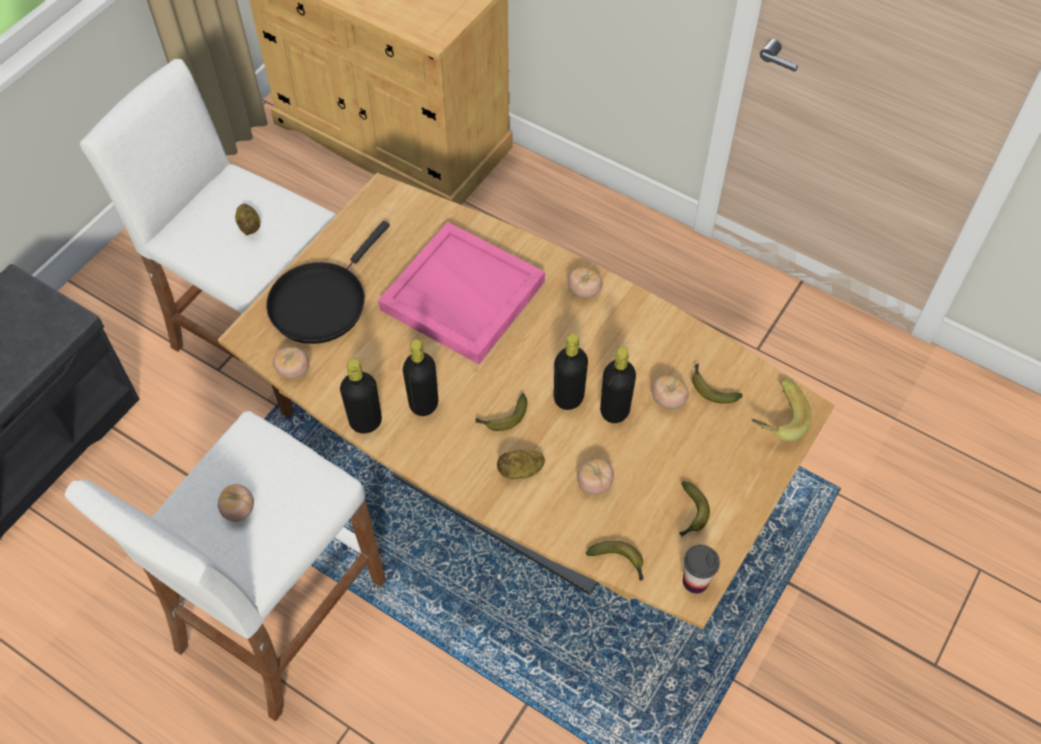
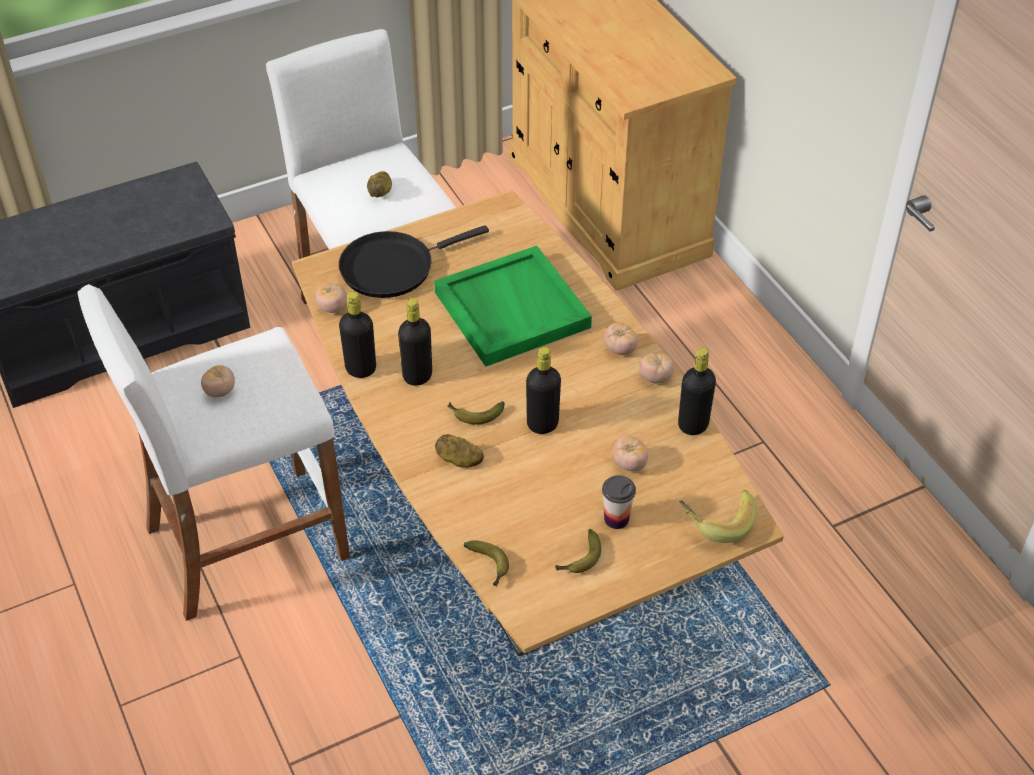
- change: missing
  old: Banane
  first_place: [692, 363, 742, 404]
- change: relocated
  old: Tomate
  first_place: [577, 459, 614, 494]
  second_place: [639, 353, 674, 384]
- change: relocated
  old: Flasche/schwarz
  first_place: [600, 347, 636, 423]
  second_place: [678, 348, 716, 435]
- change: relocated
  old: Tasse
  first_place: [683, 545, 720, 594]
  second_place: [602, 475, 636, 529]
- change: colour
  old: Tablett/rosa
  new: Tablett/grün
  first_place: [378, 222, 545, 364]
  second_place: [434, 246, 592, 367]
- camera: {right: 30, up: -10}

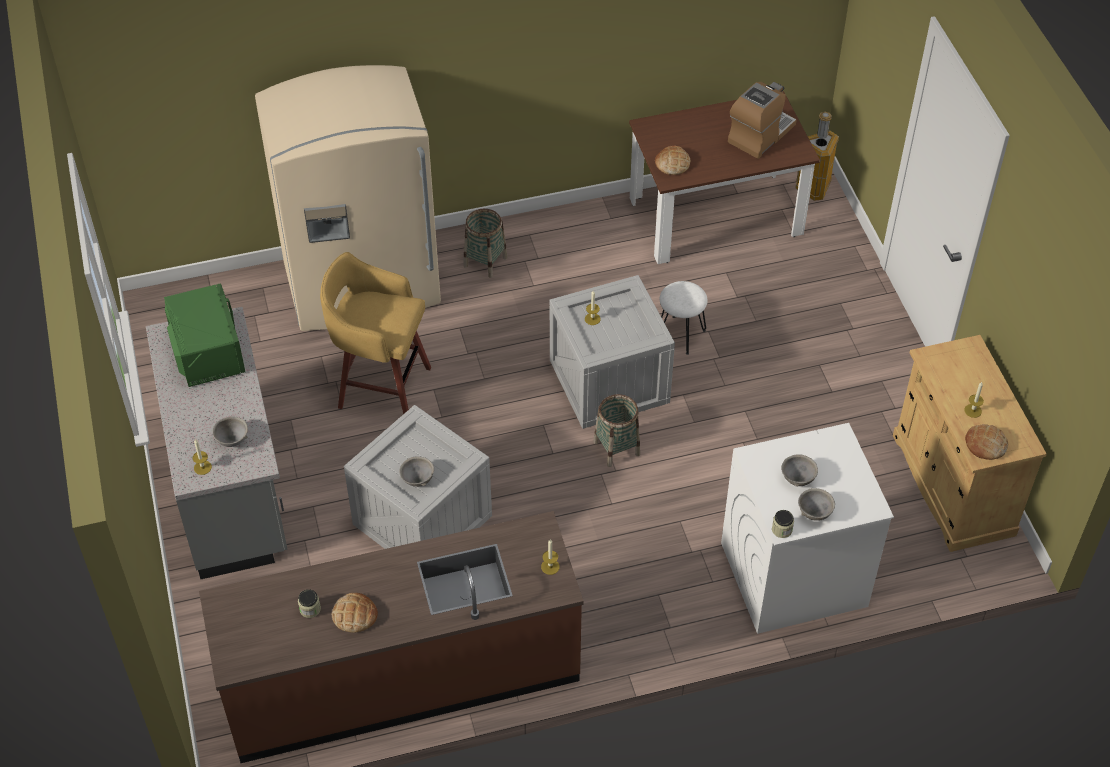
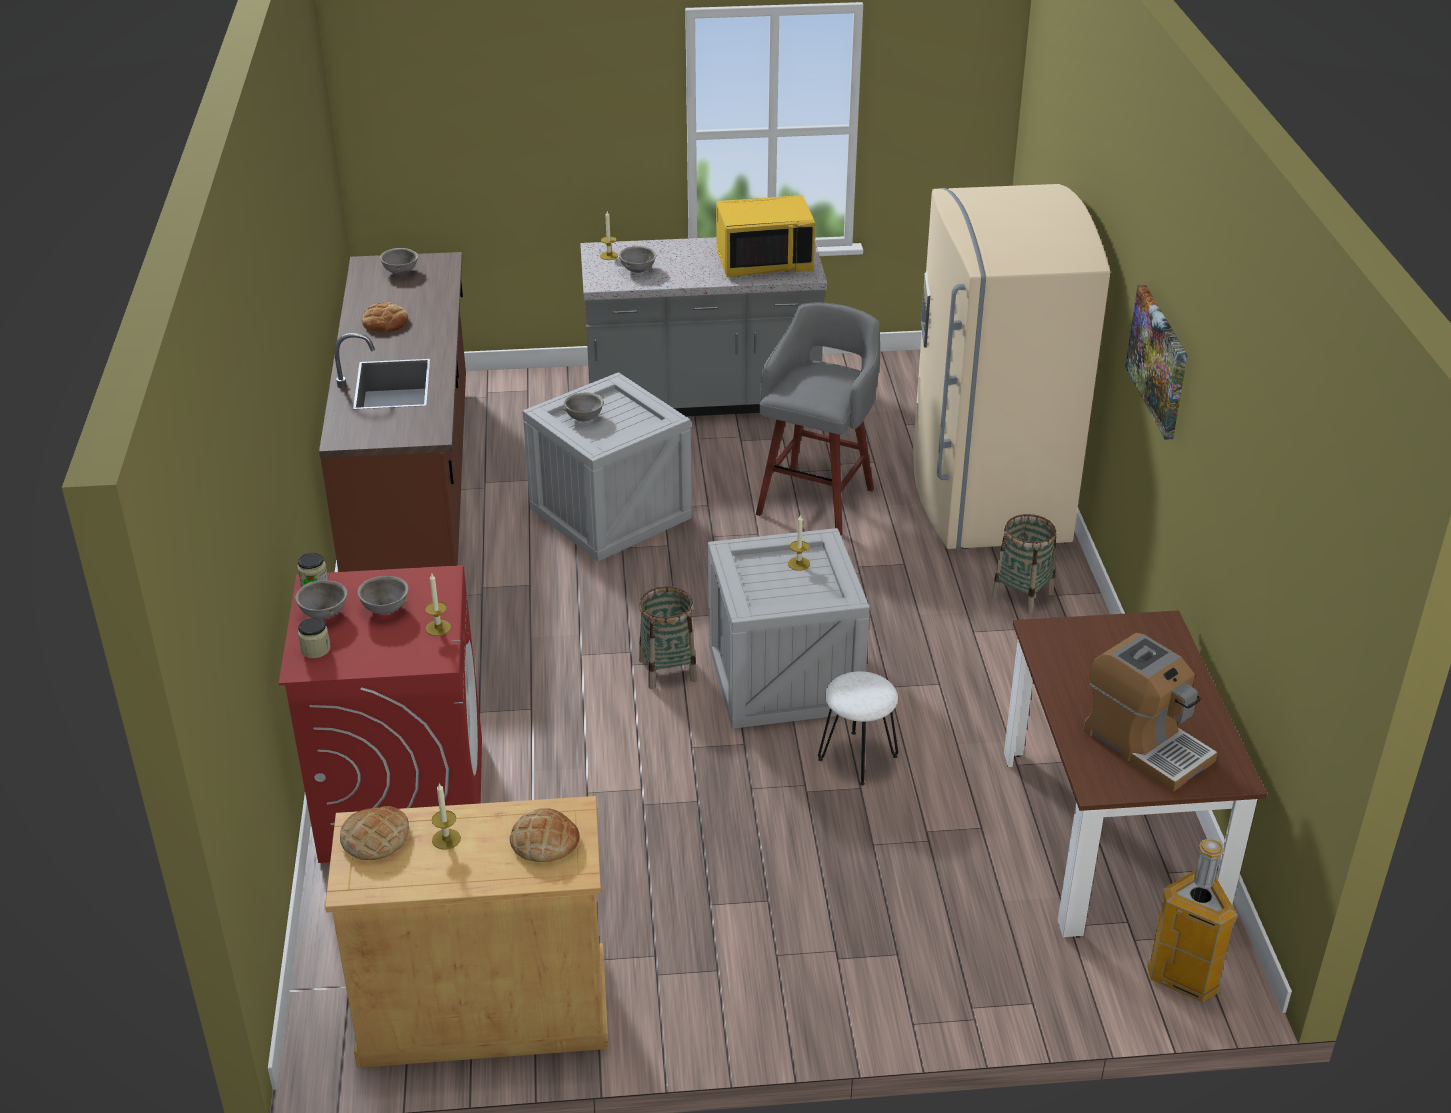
- change: appeared
  new: Schüssel/grau
  second_place: [380, 248, 418, 275]
- change: appeared
  new: Bild
  second_place: [1125, 285, 1187, 440]
- change: relocated
  old: Vorratsglas
  first_place: [298, 589, 321, 618]
  second_place: [298, 618, 331, 658]
- change: relocated
  old: Kerze
  first_place: [541, 539, 560, 575]
  second_place: [425, 574, 451, 636]
- change: relocated
  old: Brot
  first_place: [655, 145, 690, 175]
  second_place: [510, 808, 580, 862]
- change: colour
  old: Mikrowelle/grün
  new: Mikrowelle/gelb
  first_place: [164, 283, 245, 387]
  second_place: [716, 195, 815, 277]
- change: colour
  old: Hocker/gelb
  new: Hocker/grau
  first_place: [320, 252, 431, 414]
  second_place: [756, 303, 880, 536]
- change: colour
  old: Waschmaschine/weiß
  new: Waschmaschine/rot
  first_place: [721, 423, 894, 634]
  second_place: [279, 565, 482, 863]
- camera: {right: 100, up: -15}

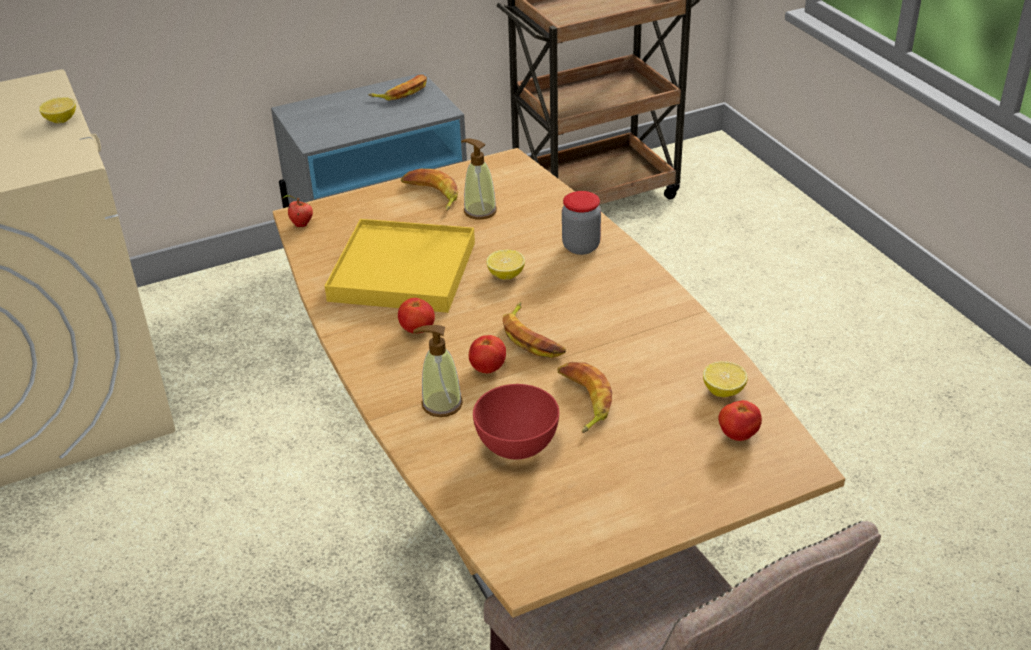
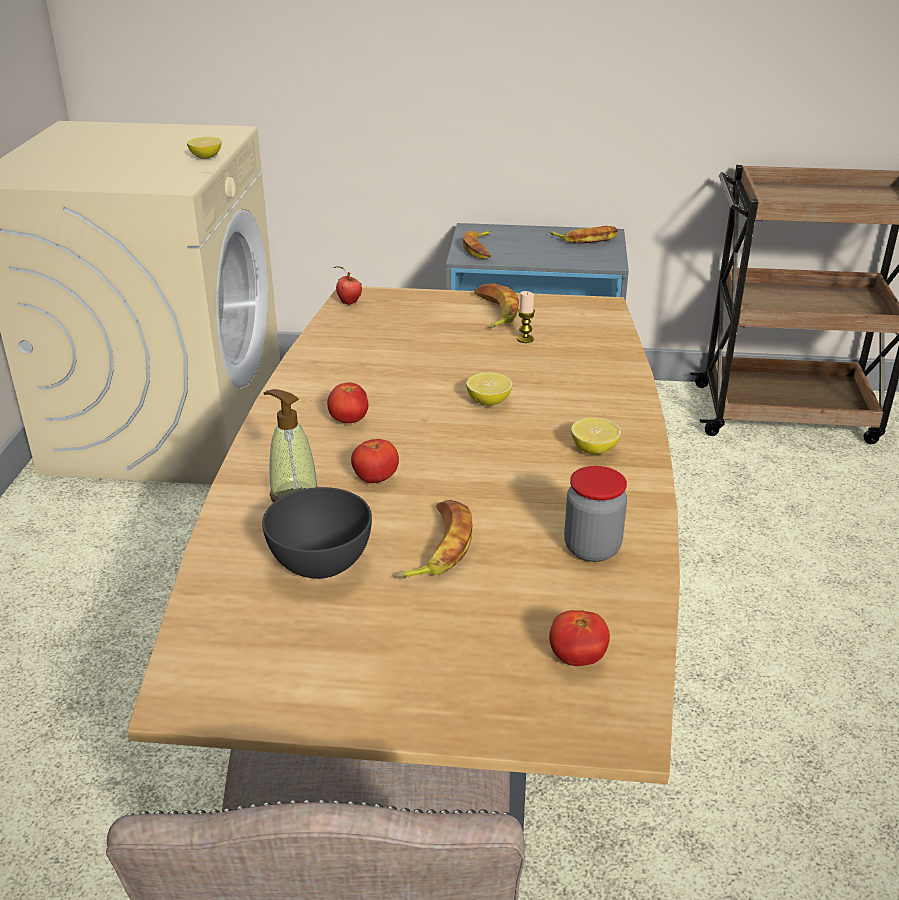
- change: missing
  old: Tablett/gelb
  first_place: [325, 219, 475, 313]
- change: relocated
  old: Banane
  first_place: [503, 302, 566, 358]
  second_place: [463, 231, 492, 259]
- change: relocated
  old: Vorratsglas
  first_place: [562, 191, 601, 255]
  second_place: [564, 466, 627, 562]
- change: relocated
  old: Zitrone
  first_place: [703, 361, 748, 397]
  second_place: [571, 417, 621, 455]
- change: exchanged
  old: Seifenspender
  new: Kerze
  first_place: [461, 138, 497, 219]
  second_place: [517, 291, 535, 343]
- change: colour
  old: Schüssel/rot
  new: Schüssel/grau
  first_place: [473, 384, 559, 459]
  second_place: [262, 487, 372, 579]
- camera: {right: 30, up: -5}

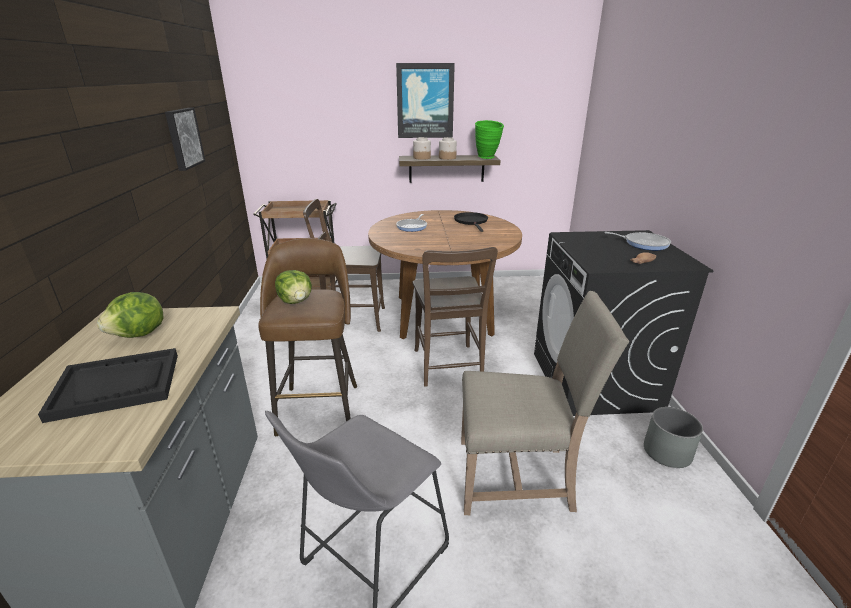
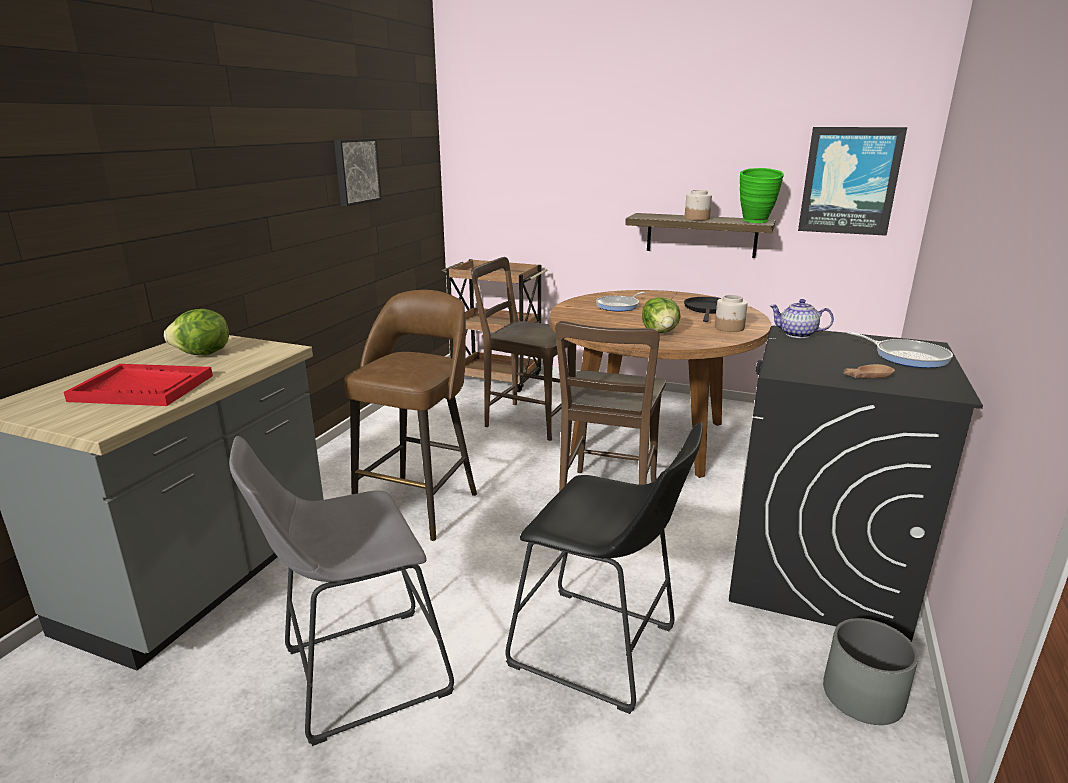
- change: appeared
  new: Teekanne
  second_place: [769, 299, 834, 338]
- change: relocated
  old: Salatkopf
  first_place: [275, 270, 312, 304]
  second_place: [642, 297, 681, 333]
- change: relocated
  old: Bild
  first_place: [396, 63, 455, 138]
  second_place: [798, 127, 907, 236]
- change: relocated
  old: Vorratsglas
  first_place: [413, 137, 431, 160]
  second_place: [715, 295, 748, 332]
- change: exchanged
  old: Stuhl/beige
  new: Hocker/schwarz
  first_place: [461, 291, 629, 515]
  second_place: [505, 422, 703, 714]
- change: colour
  old: Tablett/schwarz
  new: Tablett/rot
  first_place: [38, 348, 178, 423]
  second_place: [64, 364, 213, 406]
- camera: {right: 25, up: -5}

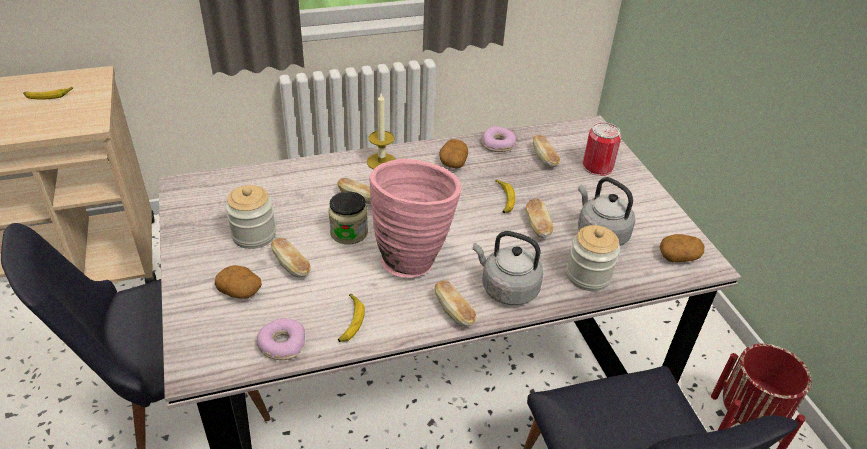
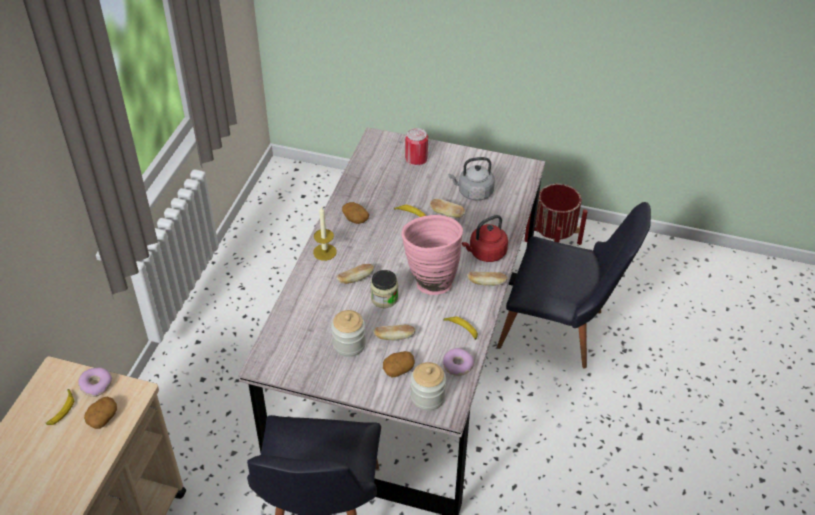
- change: missing
  old: Brot
  first_place: [533, 135, 560, 167]
- change: relocated
  old: Donut
  first_place: [482, 126, 516, 152]
  second_place: [78, 368, 112, 397]
- change: relocated
  old: Vorratsglas
  first_place: [566, 225, 620, 291]
  second_place: [411, 362, 446, 411]
- change: relocated
  old: Kartoffel
  first_place: [660, 234, 704, 262]
  second_place: [84, 397, 117, 429]
- change: colour
  old: Wasserkessel/grau
  new: Wasserkessel/rot
  first_place: [473, 231, 543, 305]
  second_place: [462, 215, 508, 262]
- camera: {right: -55, up: 5}

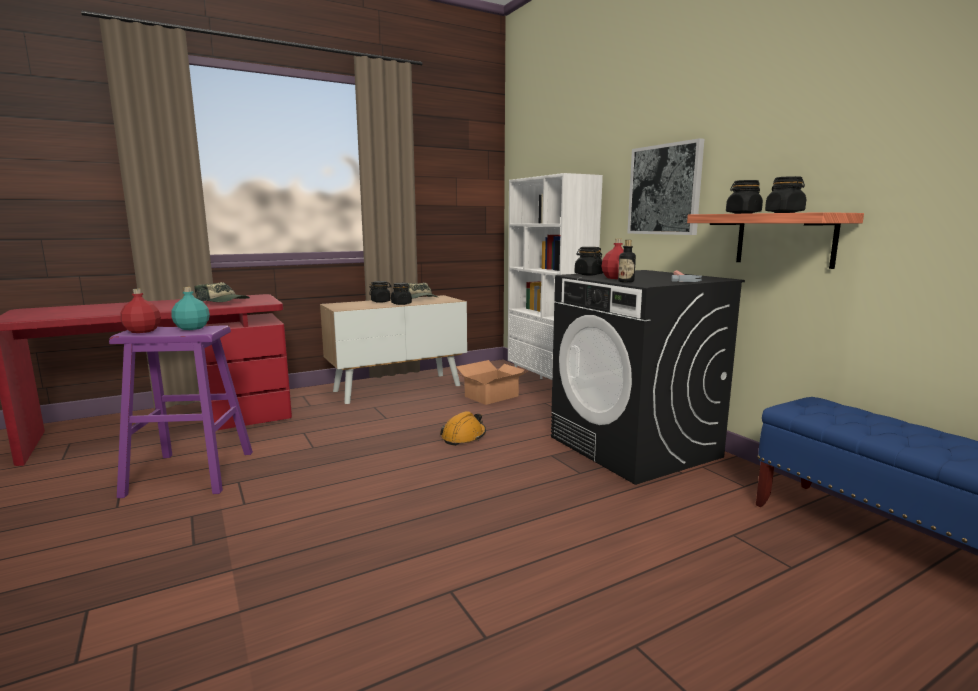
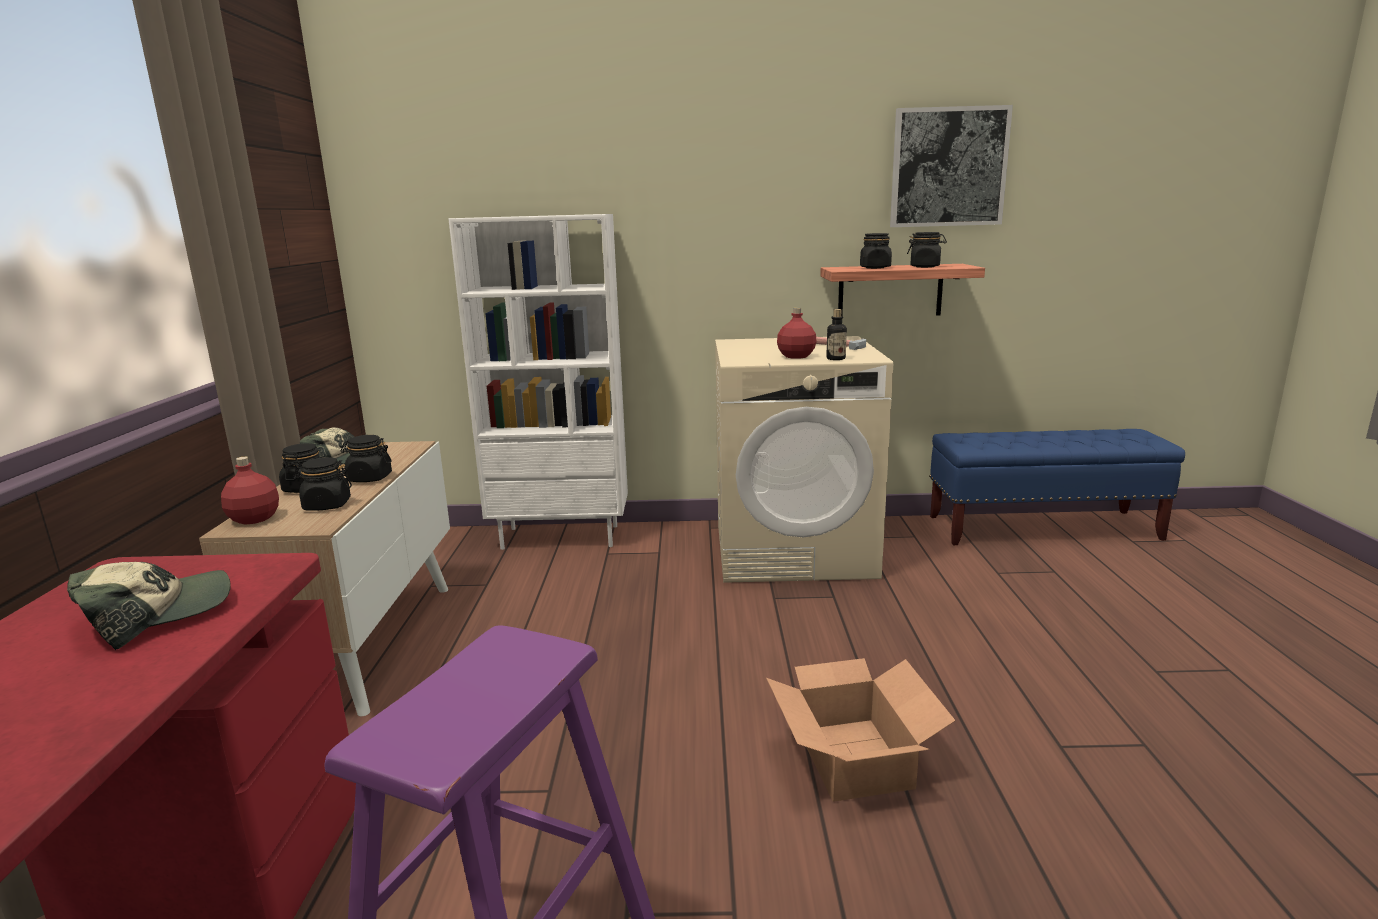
- change: missing
  old: Flasche/türkis
  first_place: [172, 287, 210, 330]
- change: missing
  old: Schutzhelm/orange
  first_place: [440, 411, 486, 446]
- change: relocated
  old: Flasche/rot
  first_place: [120, 289, 161, 333]
  second_place: [221, 457, 279, 525]
- change: relocated
  old: Karton
  first_place: [457, 360, 528, 405]
  second_place: [766, 658, 956, 802]
- change: relocated
  old: Vorratsglas/schwarz
  first_place: [574, 247, 603, 275]
  second_place: [293, 457, 352, 511]
- change: relocated
  old: Bild
  first_place: [627, 138, 704, 235]
  second_place: [890, 105, 1013, 227]
- change: colour
  old: Waschmaschine/schwarz
  new: Waschmaschine/beige
  first_place: [551, 270, 745, 485]
  second_place: [715, 336, 893, 583]
- camera: {right: -60, up: 5}

